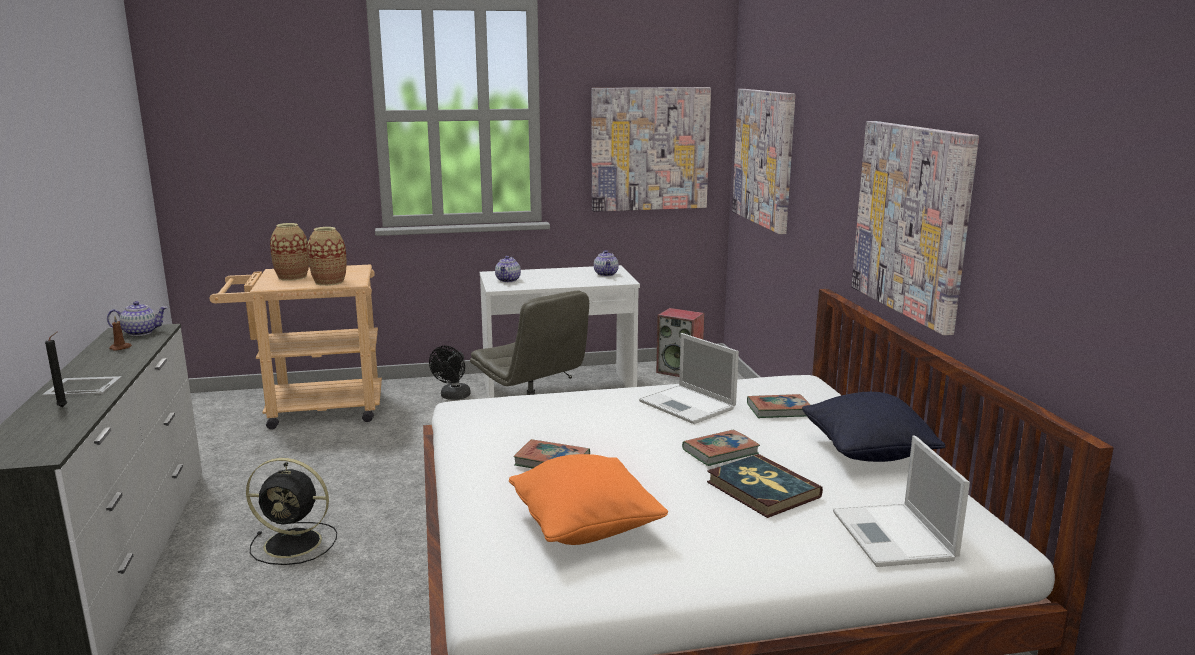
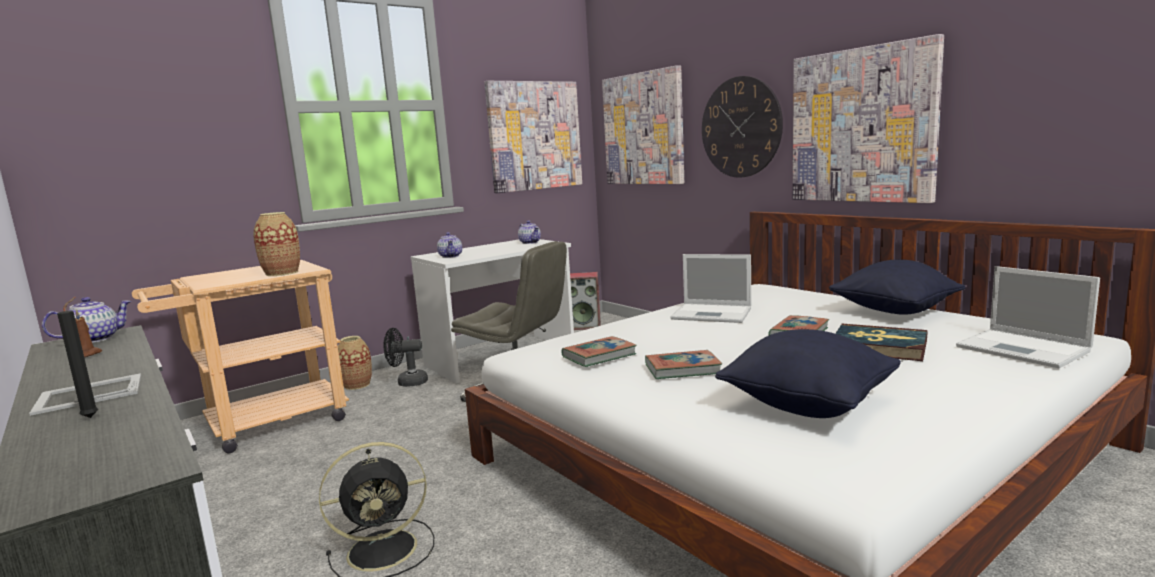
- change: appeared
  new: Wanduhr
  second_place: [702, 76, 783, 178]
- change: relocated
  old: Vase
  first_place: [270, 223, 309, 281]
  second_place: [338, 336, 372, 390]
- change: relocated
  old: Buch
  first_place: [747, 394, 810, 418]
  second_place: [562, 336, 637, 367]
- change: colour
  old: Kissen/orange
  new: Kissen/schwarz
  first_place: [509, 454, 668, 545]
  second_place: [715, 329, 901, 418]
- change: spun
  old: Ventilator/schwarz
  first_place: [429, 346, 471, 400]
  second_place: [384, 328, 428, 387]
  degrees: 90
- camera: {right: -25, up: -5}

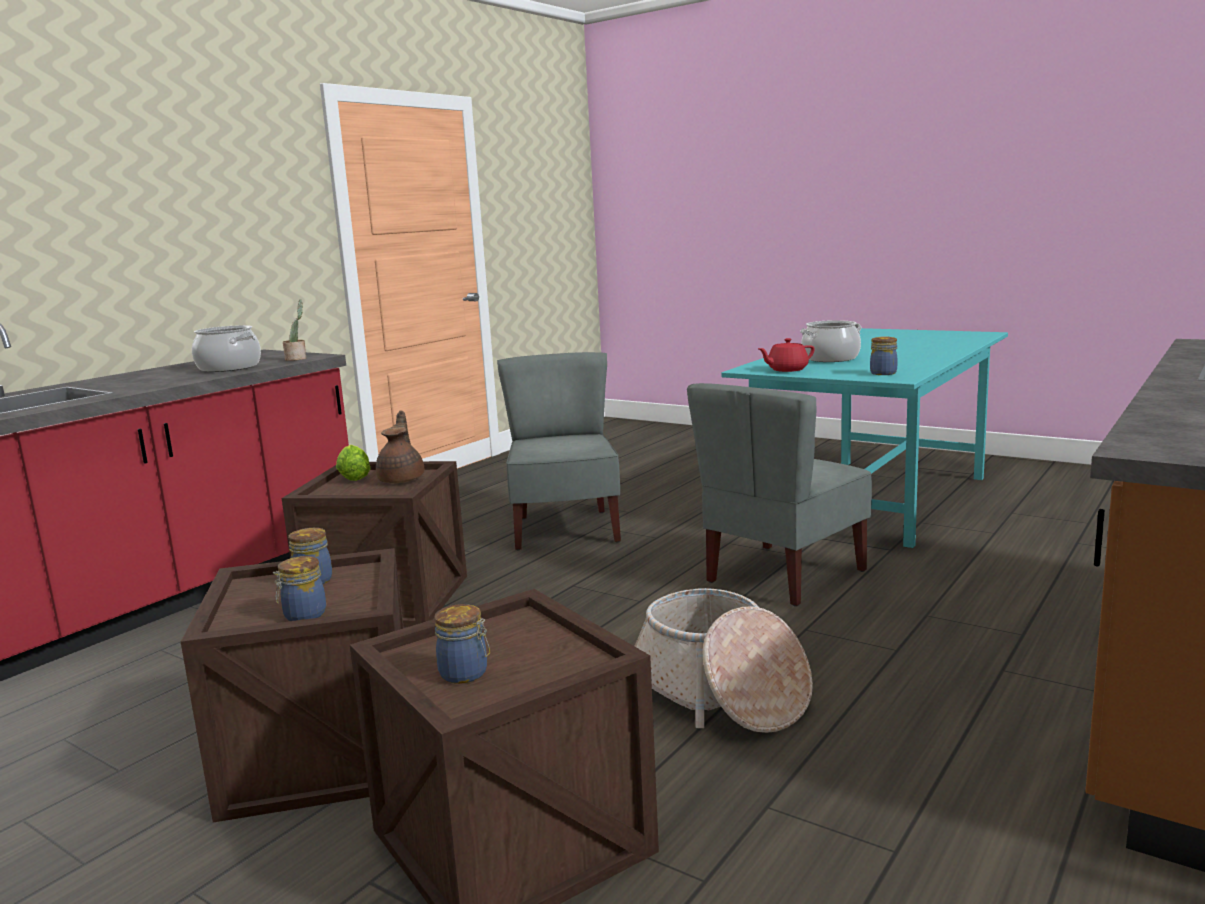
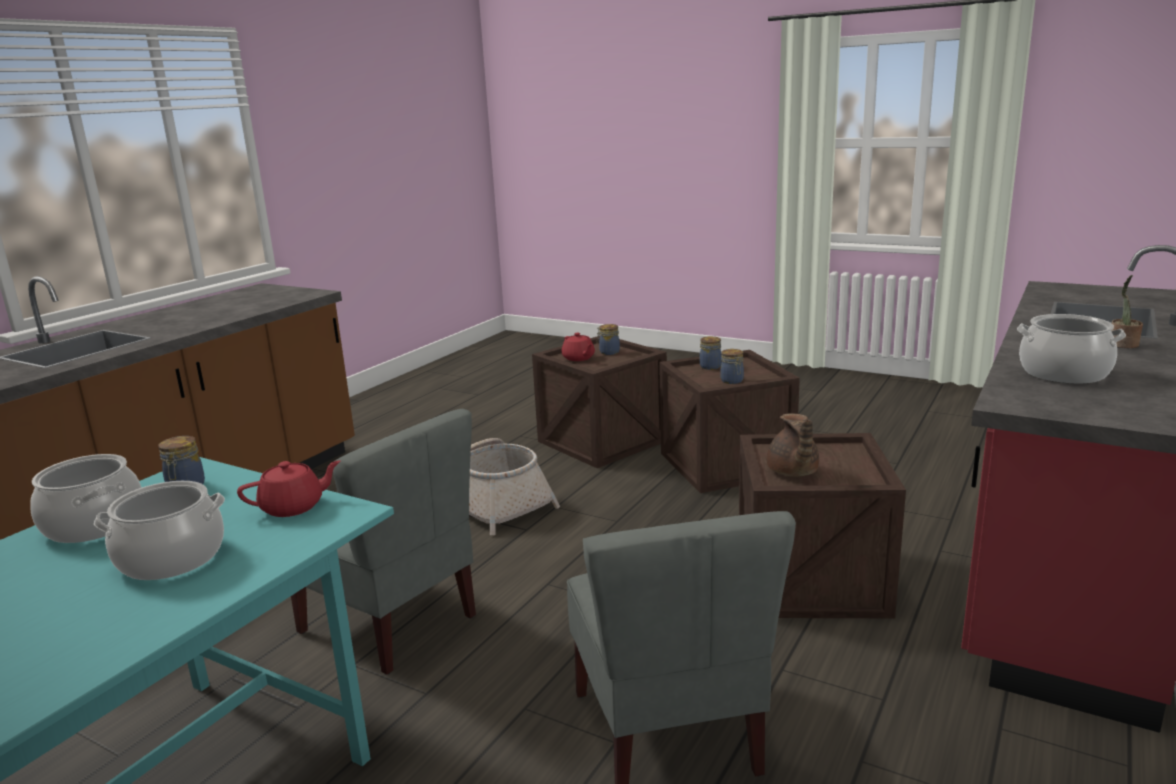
- change: missing
  old: Salatkopf
  first_place: [336, 445, 370, 481]
- change: appeared
  new: Kochtopf
  second_place: [30, 454, 142, 543]
- change: appeared
  new: Teekanne/rot
  second_place: [561, 333, 595, 361]
- change: relocated
  old: Topfpflanze
  first_place: [283, 299, 306, 361]
  second_place: [1111, 275, 1143, 348]
- change: spun
  old: Stuhl/grau
  first_place: [687, 383, 872, 607]
  second_place: [291, 409, 476, 675]
  degrees: 90
- camera: {right: 175, up: 5}

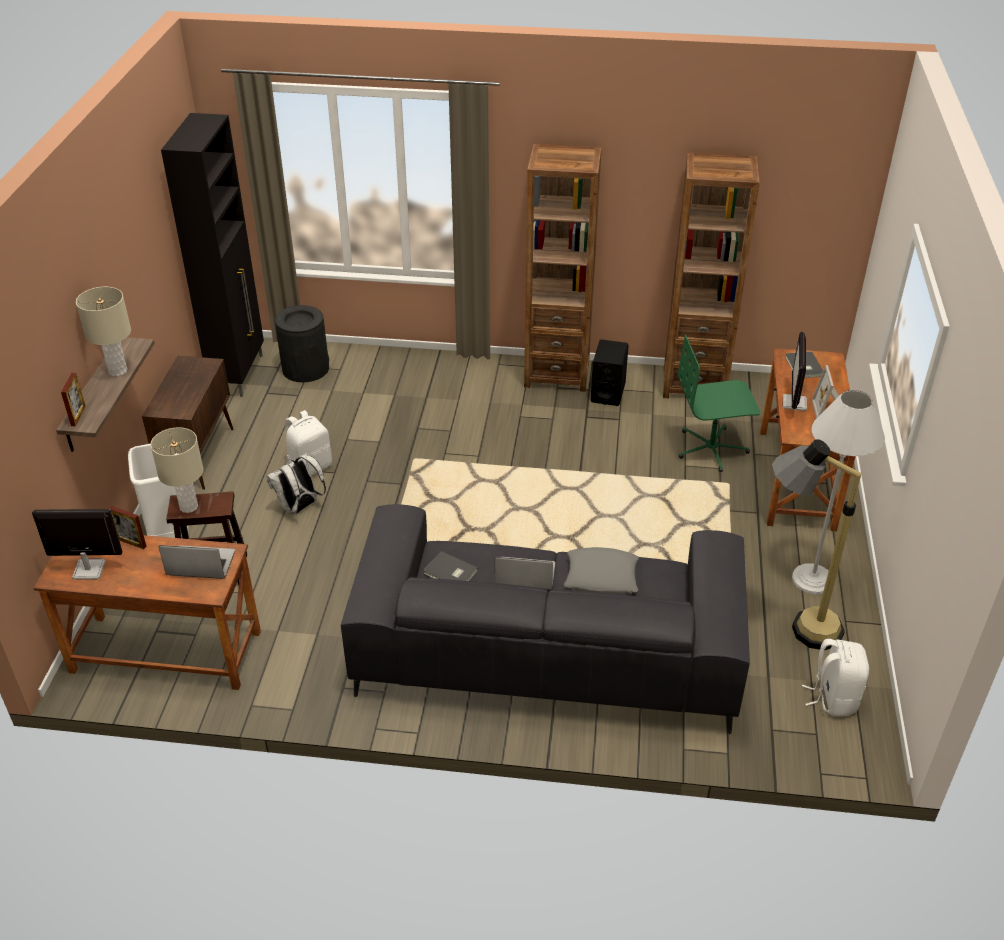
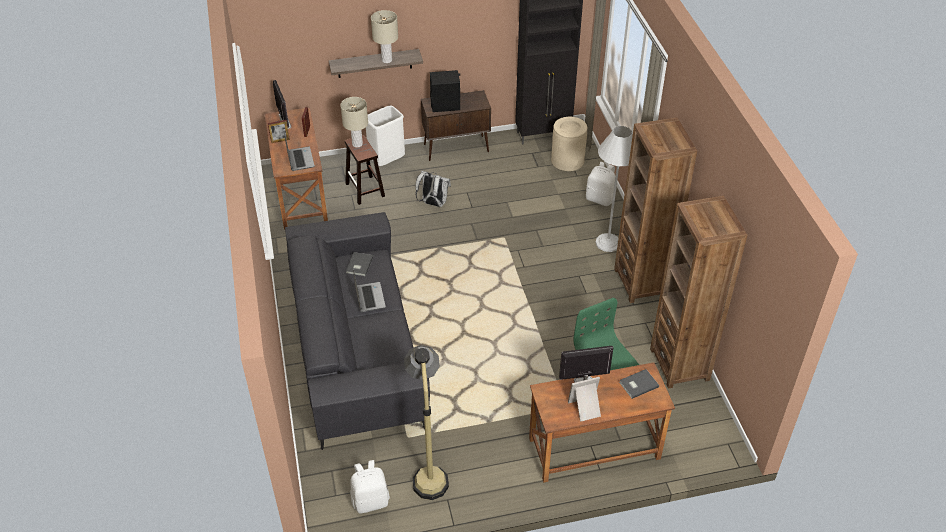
- change: missing
  old: Kissen/grau
  first_place: [564, 547, 639, 595]
- change: relocated
  old: Bilderrahmen
  first_place: [61, 373, 86, 426]
  second_place: [268, 120, 290, 143]
- change: relocated
  old: Rucksack/weiß
  first_place: [285, 410, 332, 475]
  second_place: [586, 162, 615, 206]
- change: relocated
  old: Lautsprecher/schwarz
  first_place: [591, 339, 629, 406]
  second_place: [430, 70, 460, 112]
- change: relocated
  old: Stehlampe/weiß
  first_place: [792, 390, 885, 594]
  second_place: [595, 126, 633, 252]
- change: colour
  old: Mülleimer/schwarz
  new: Mülleimer/beige
  first_place: [275, 305, 329, 382]
  second_place: [551, 117, 587, 171]
- camera: {right: 70, up: 5}

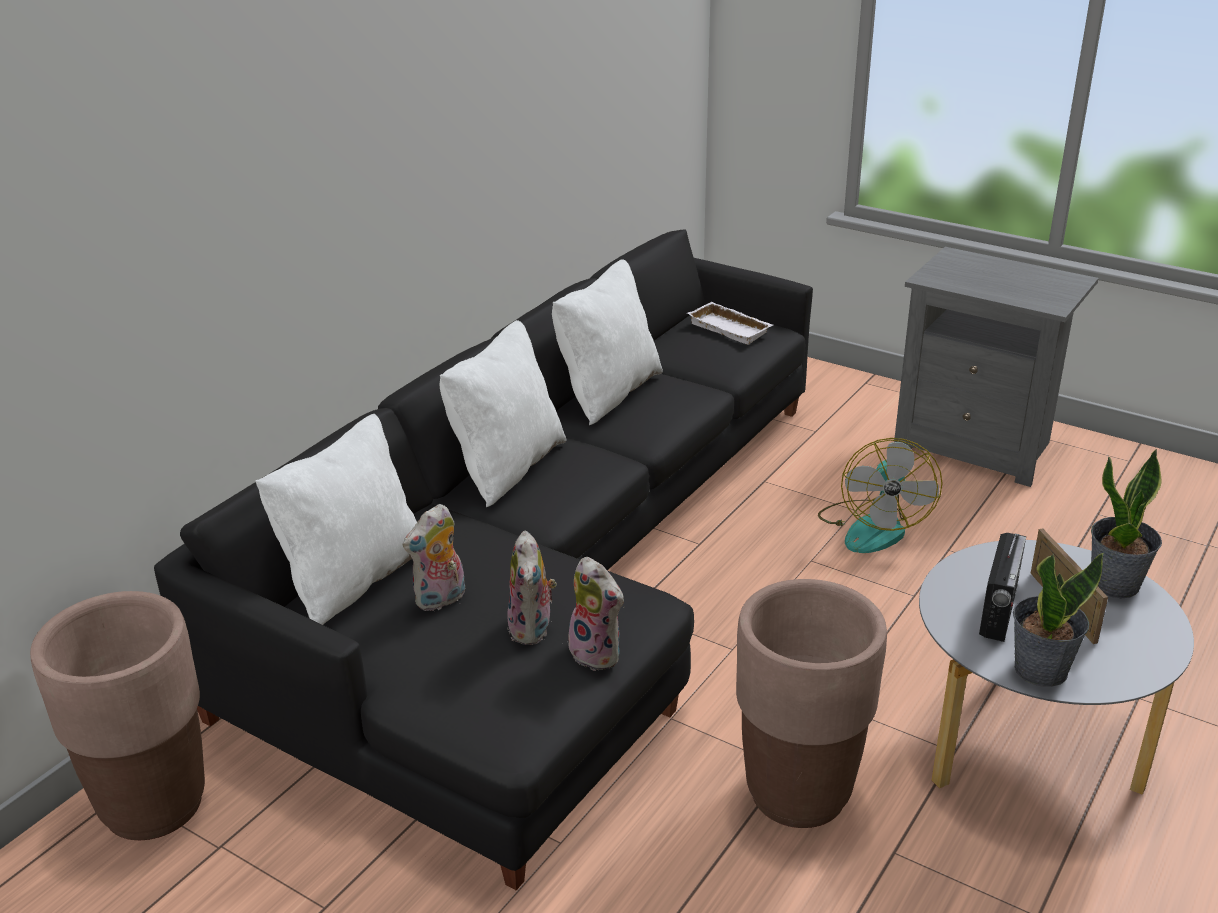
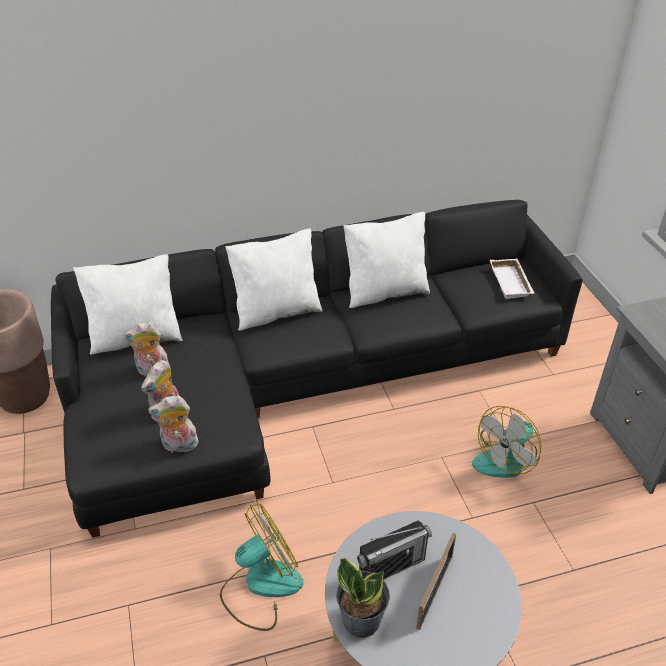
- change: missing
  old: Topfpflanze
  first_place: [1091, 449, 1162, 598]
- change: exchanged
  old: Pflanzkübel/braun
  new: Ventilator
  first_place: [736, 579, 887, 828]
  second_place: [220, 504, 303, 631]
- change: spun
  old: Plüschtier
  first_place: [568, 557, 625, 671]
  second_place: [148, 396, 199, 452]
  degrees: 90
- camera: {right: 40, up: 10}

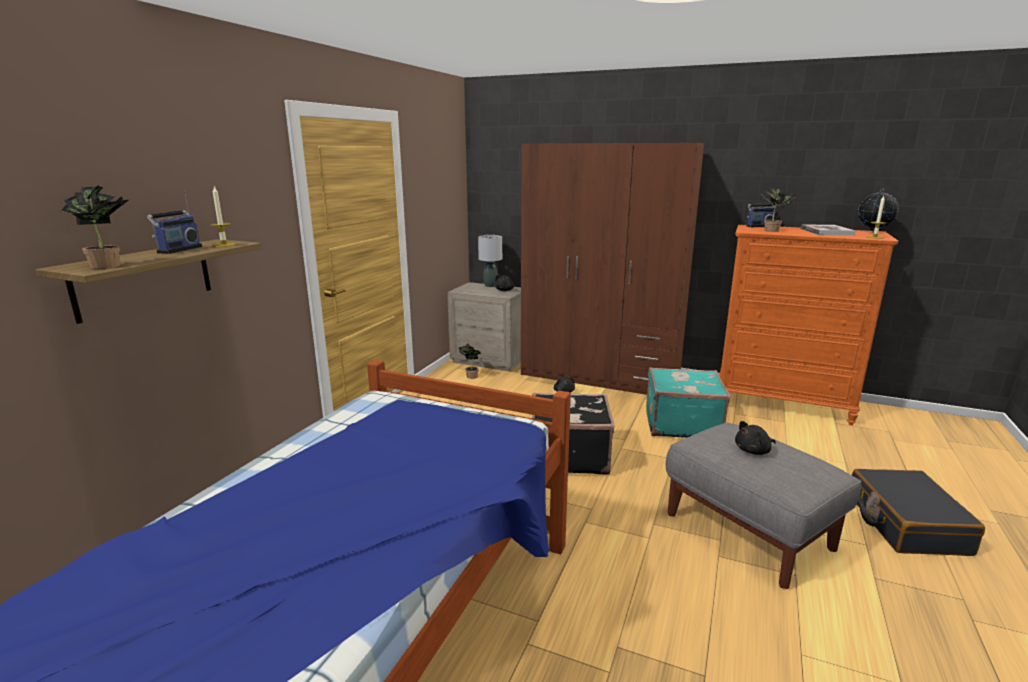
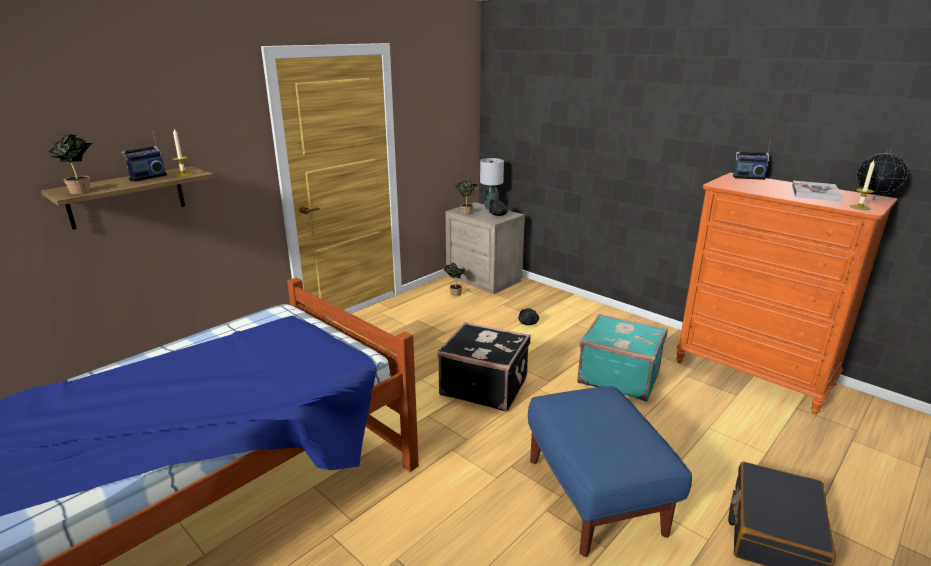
- change: missing
  old: Kleiderschrank/braun
  first_place: [521, 143, 704, 395]
- change: missing
  old: Plüschtier/schwarz
  first_place: [735, 421, 776, 455]
- change: relocated
  old: Topfpflanze
  first_place: [761, 187, 797, 232]
  second_place: [455, 181, 481, 214]
- change: colour
  old: Polsterhocker/grau
  new: Polsterhocker/blau
  first_place: [666, 423, 862, 589]
  second_place: [528, 386, 692, 557]
- camera: {right: 20, up: 5}

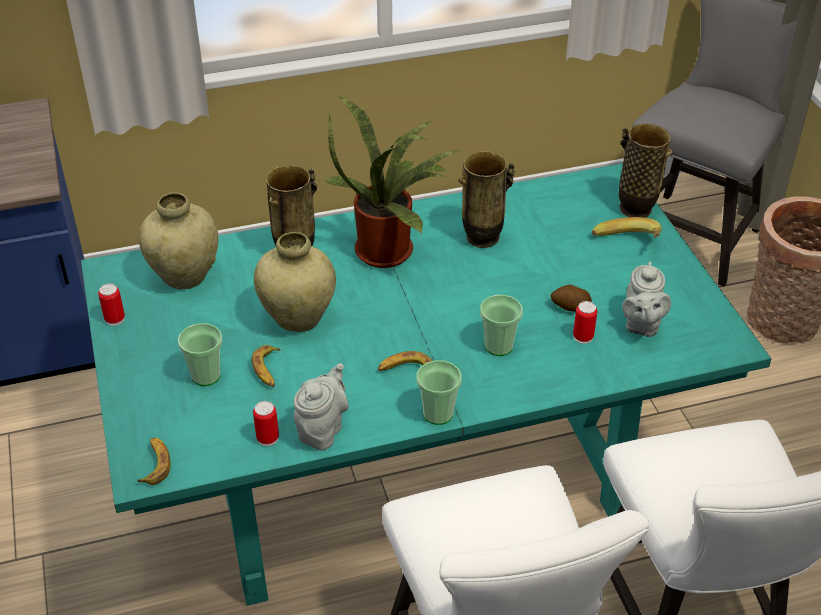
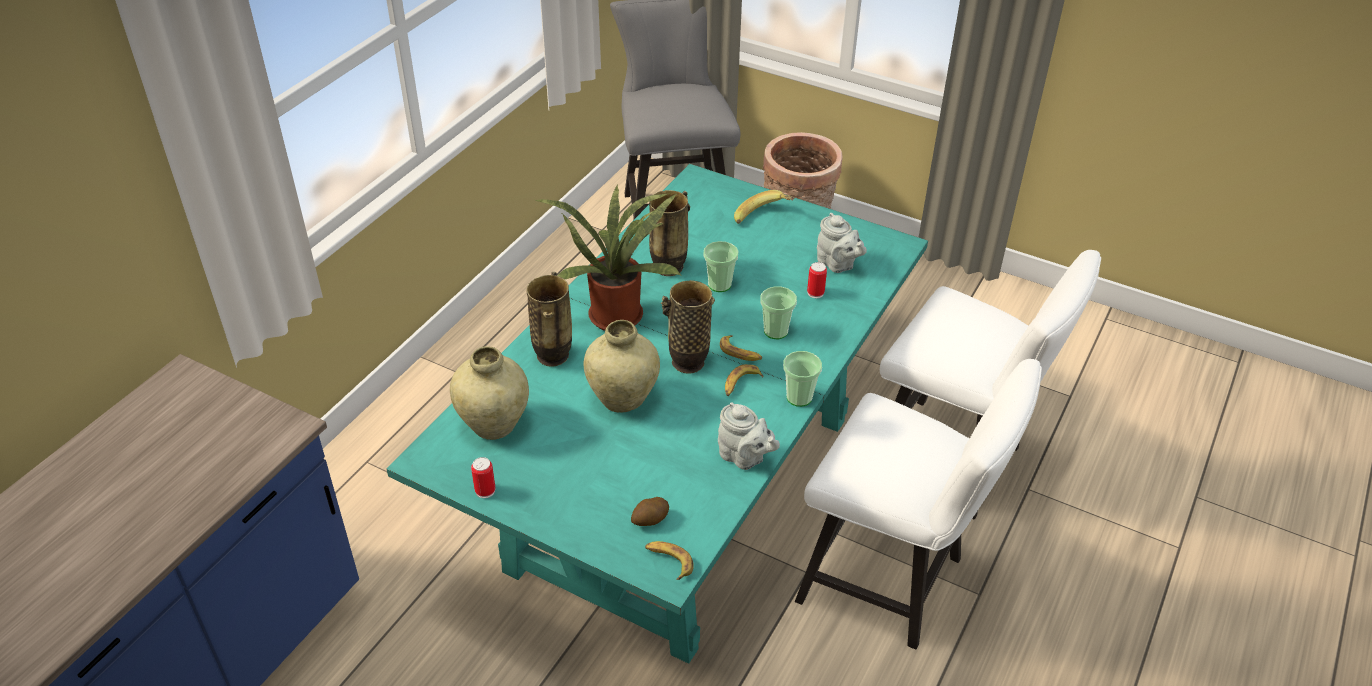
- change: missing
  old: Dose
  first_place: [253, 401, 279, 446]
- change: relocated
  old: Tasse
  first_place: [178, 323, 223, 386]
  second_place: [704, 241, 738, 292]
- change: relocated
  old: Banane
  first_place: [252, 345, 281, 387]
  second_place: [720, 335, 762, 361]
- change: relocated
  old: Kartoffel
  first_place: [551, 285, 592, 312]
  second_place: [631, 497, 669, 526]
- change: relocated
  old: Vase
  first_place: [619, 124, 673, 218]
  second_place: [661, 280, 715, 373]
- change: spun
  old: Teekanne/grau
  first_place: [293, 363, 349, 451]
  second_place: [718, 402, 780, 470]
  degrees: 150
- camera: {right: -45, up: 0}

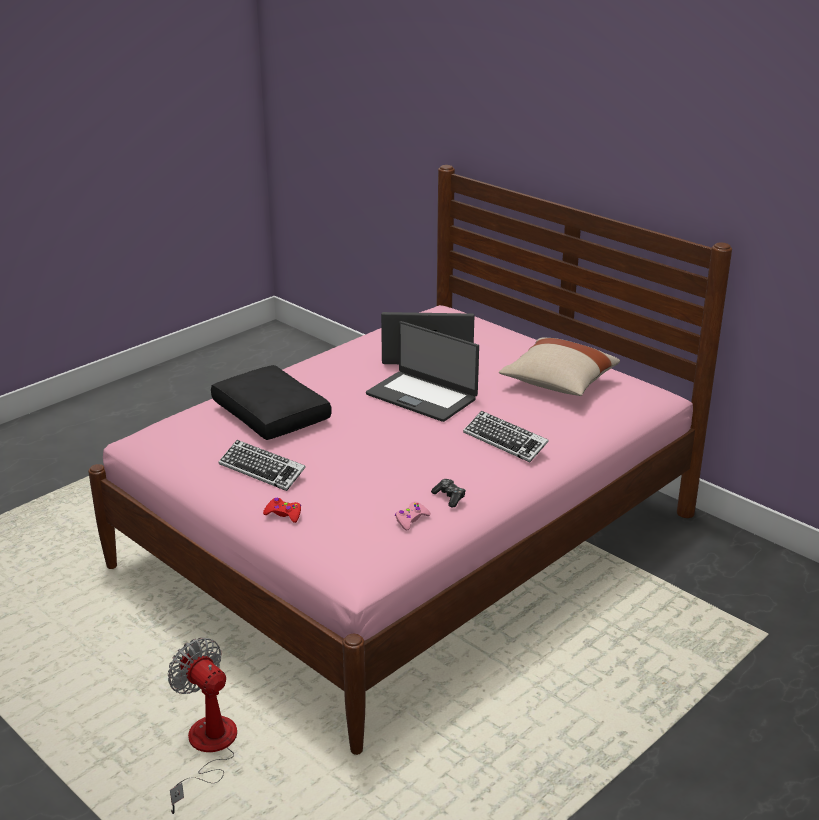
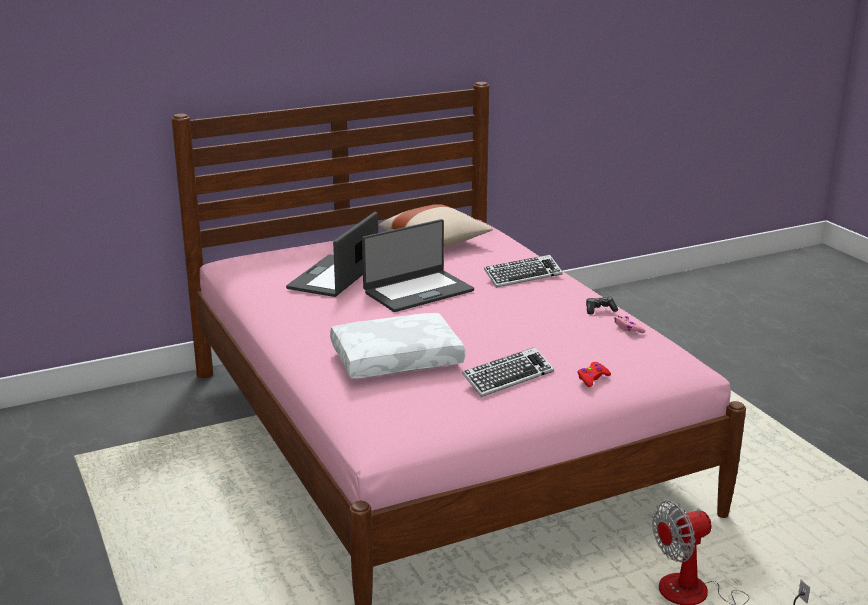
- change: colour
  old: Kissen/schwarz
  new: Kissen/weiß
  first_place: [211, 365, 332, 440]
  second_place: [330, 313, 465, 379]
- camera: {right: -70, up: -5}

